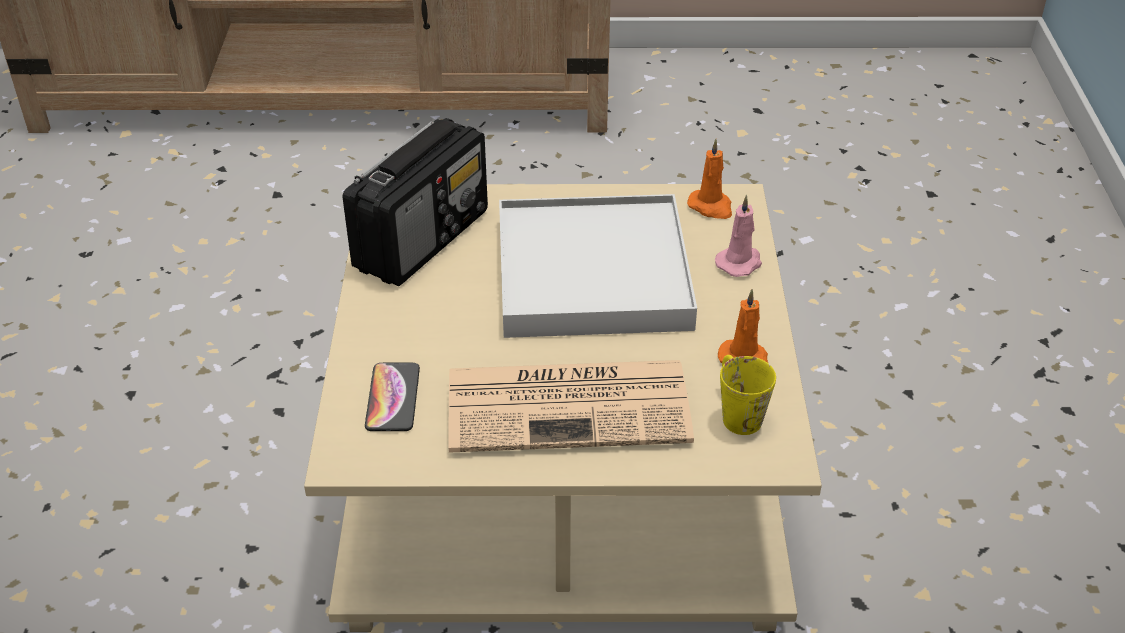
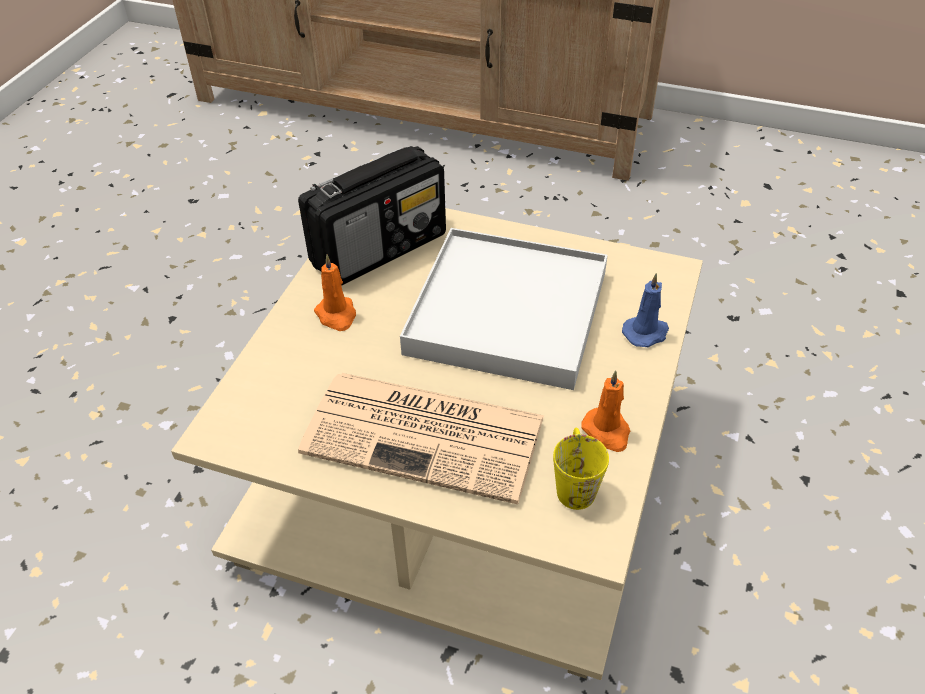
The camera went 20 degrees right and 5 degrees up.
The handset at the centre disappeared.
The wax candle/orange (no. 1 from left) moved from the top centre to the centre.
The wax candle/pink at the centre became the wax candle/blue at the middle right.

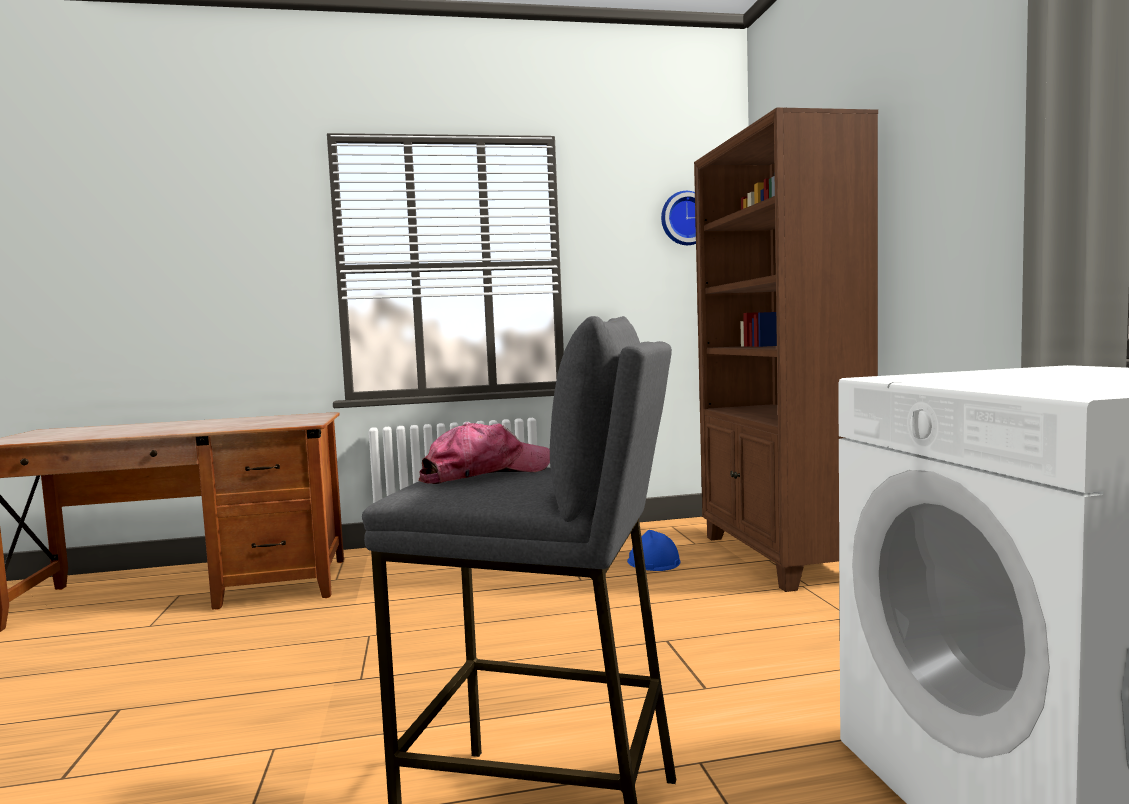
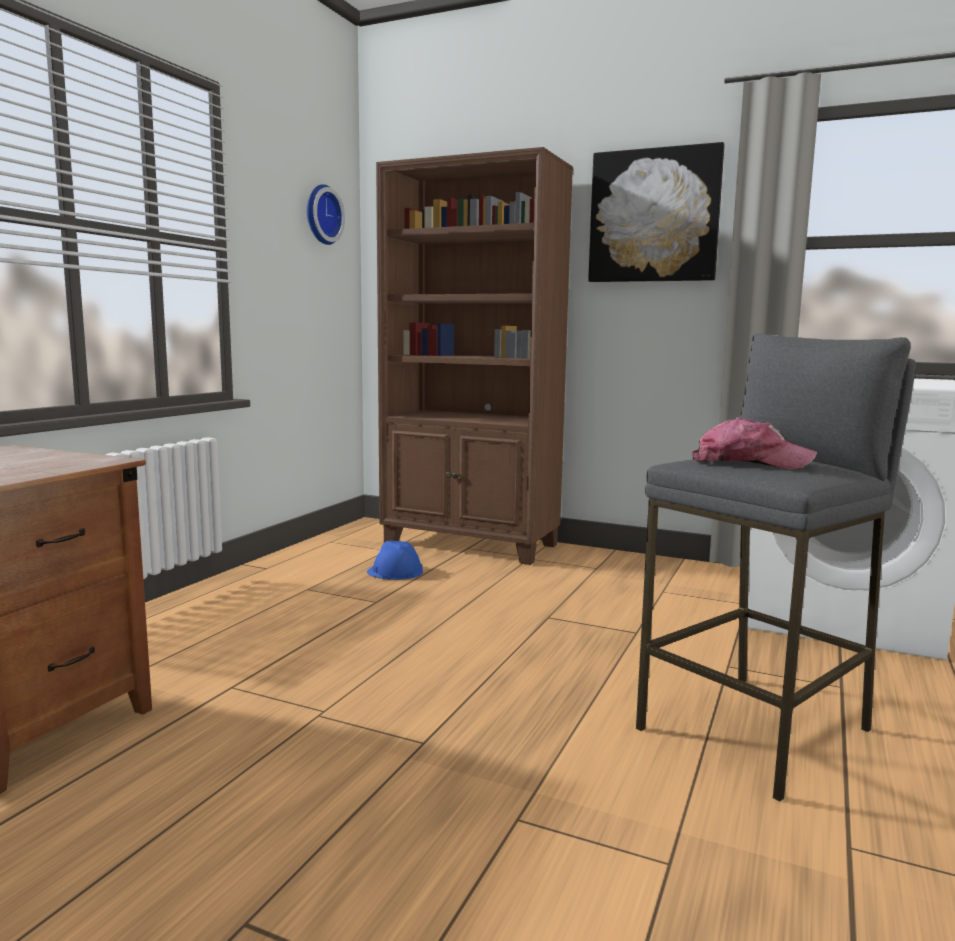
The camera went 55 degrees left and 5 degrees up.
The picture at the top right appeared.
The baseball cap at the centre turned 105 degrees clockwise.

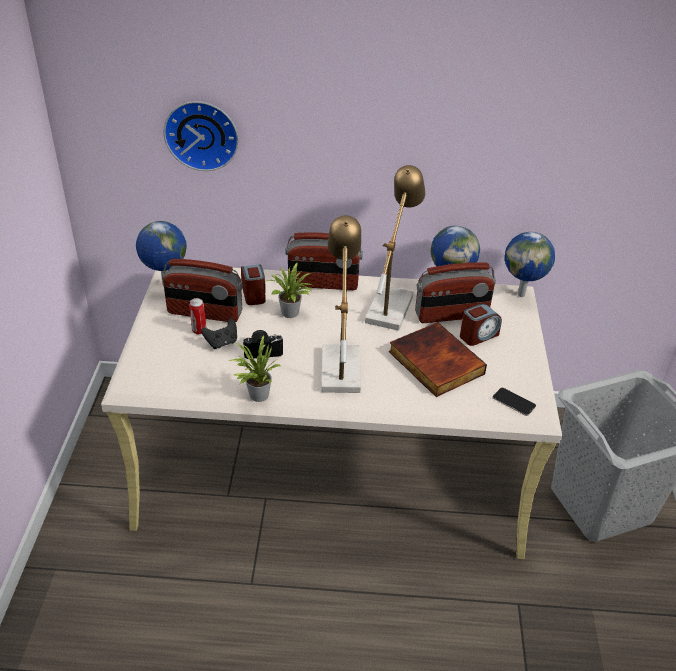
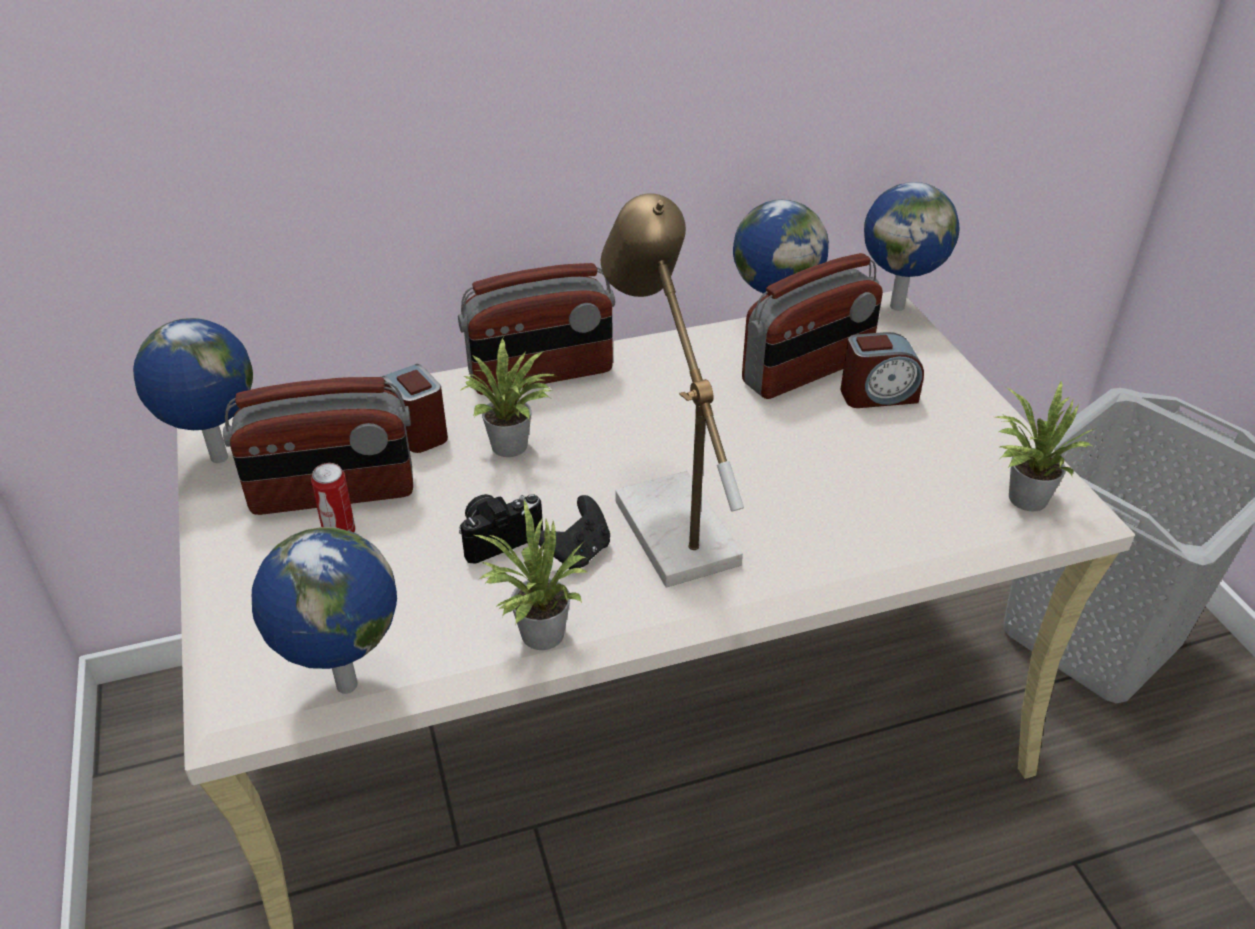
The camera went 20 degrees left and 0 degrees up.
The wall clock at the top left disappeared.
The lamp for a table (no. 2 from left) at the centre disappeared.
The bound book at the centre disappeared.
The world globe (no. 2 from left) at the middle left appeared.
The joypad/blackish moved from the middle left to the centre.
The handset at the middle right was replaced by the plant in a pot (no. 3 from left) at the middle right.
The alarm clock (no. 2 from left) at the middle right turned 45 degrees clockwise.

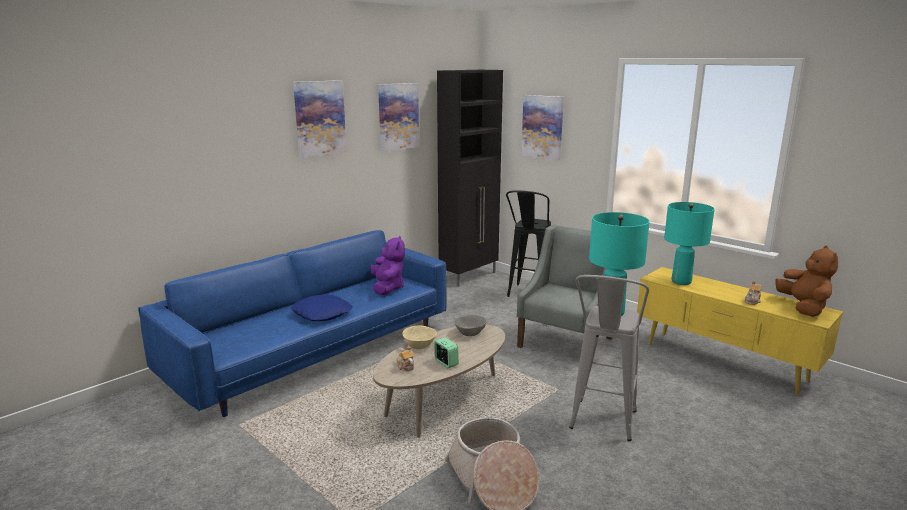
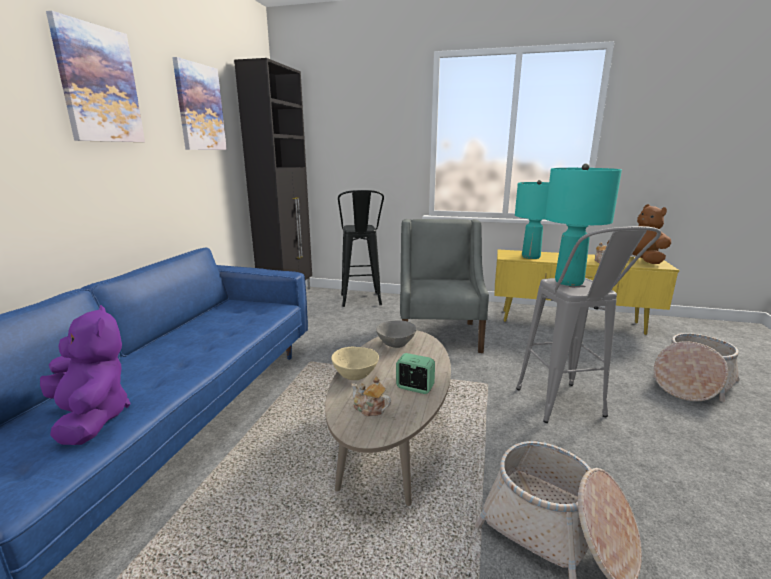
The camera went 30 degrees left and 0 degrees up.
The throw pillow/blue at the centre disappeared.
The picture (no. 3 from left) at the top centre disappeared.
The basket (no. 2 from left) at the middle right appeared.
The cuddly toy/purplish moved from the centre to the middle left.

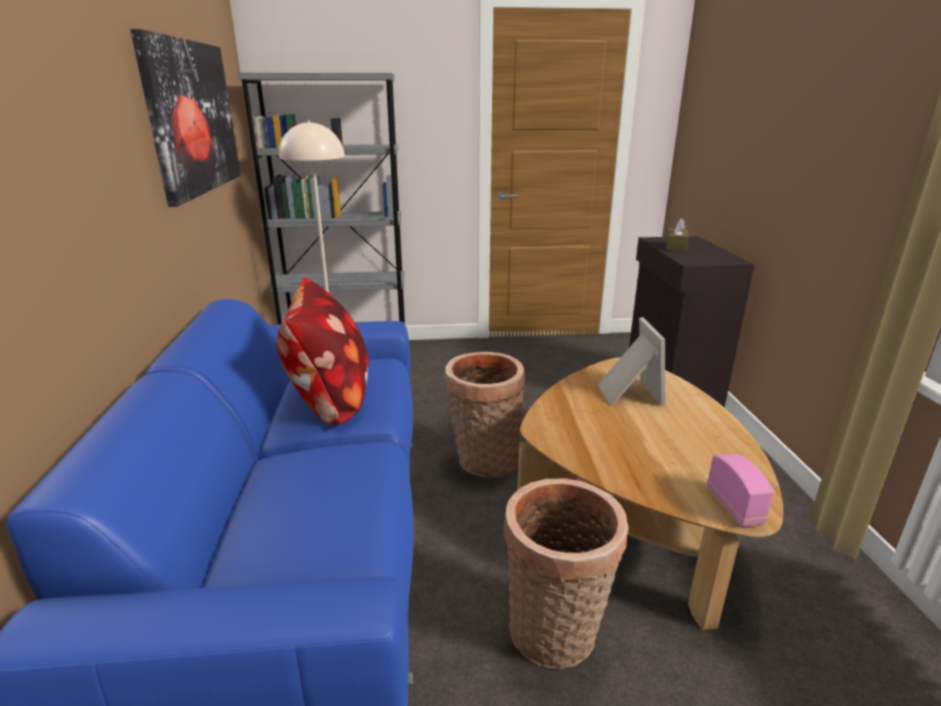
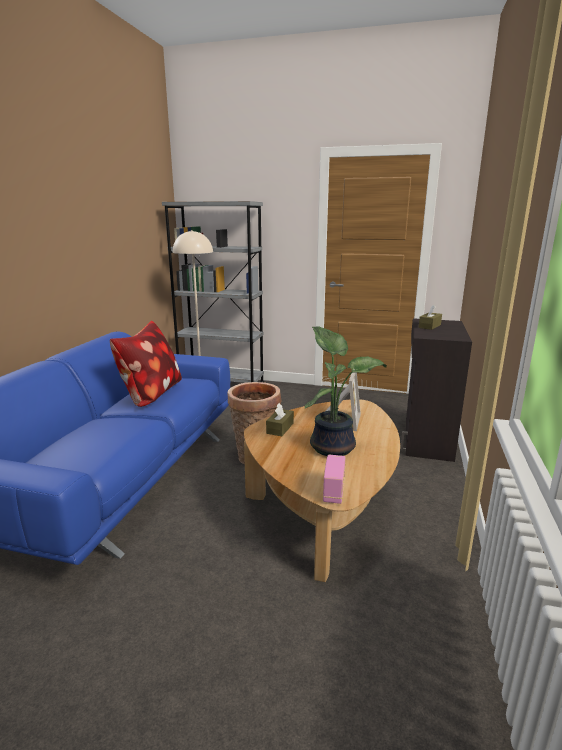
The camera went 20 degrees right and 5 degrees down.
The picture at the top left disappeared.
The basket (no. 2 from left) at the bottom centre disappeared.
The tissue box/brownish (no. 1 from left) at the centre appeared.
The plant in a pot at the centre appeared.

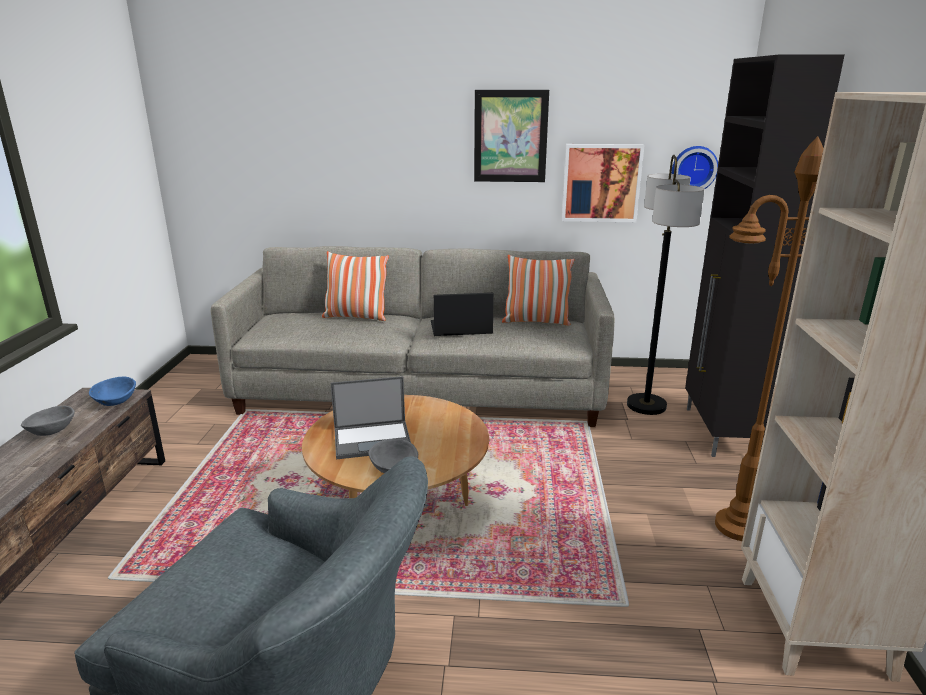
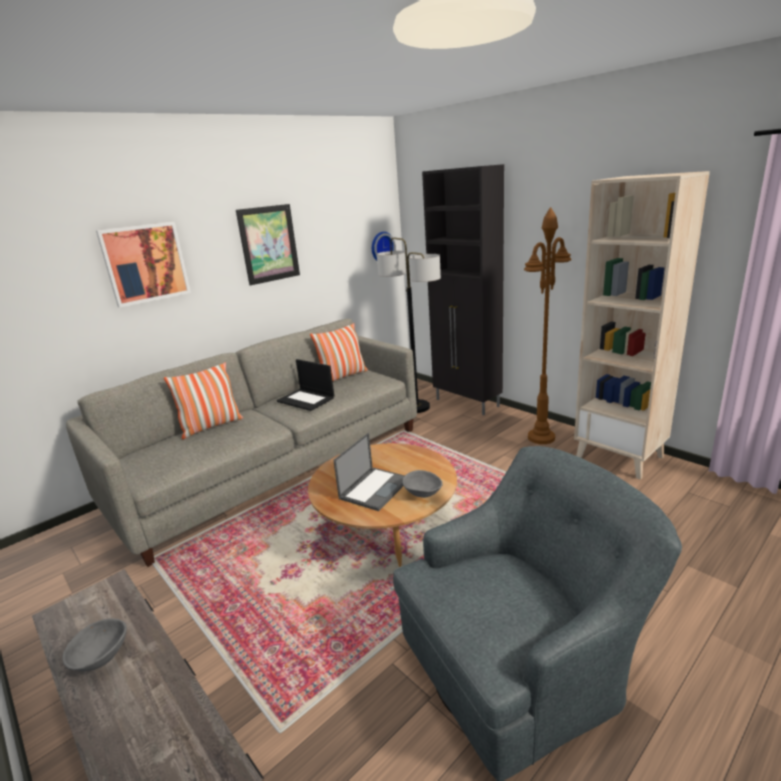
The camera went 45 degrees left and 0 degrees up.
The deep dish/blue at the middle left disappeared.
The picture (no. 2 from left in the first image) moved from the top centre to the middle left.
The notebook computer (no. 2 from left in the first image) at the centre turned 90 degrees counterclockwise.

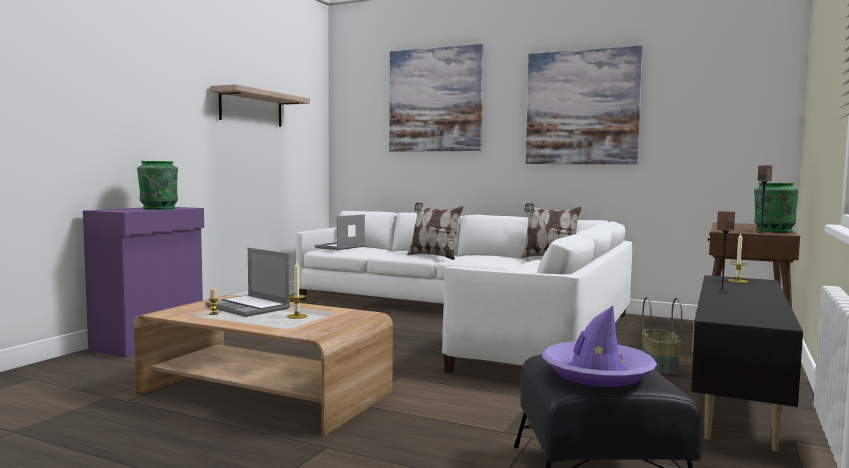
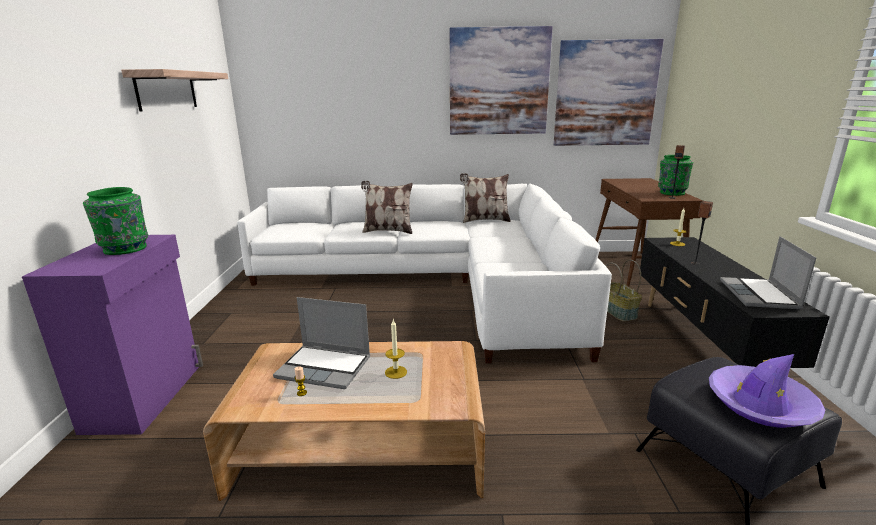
The camera went 25 degrees left and 15 degrees up.
The notebook computer (no. 2 from left) moved from the centre to the middle right.
The picture (no. 1 from left in the first image) moved from the top centre to the top right.

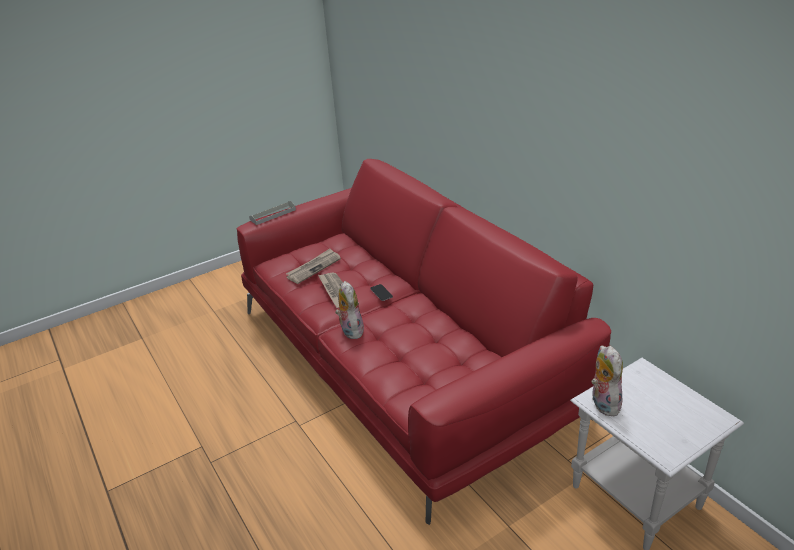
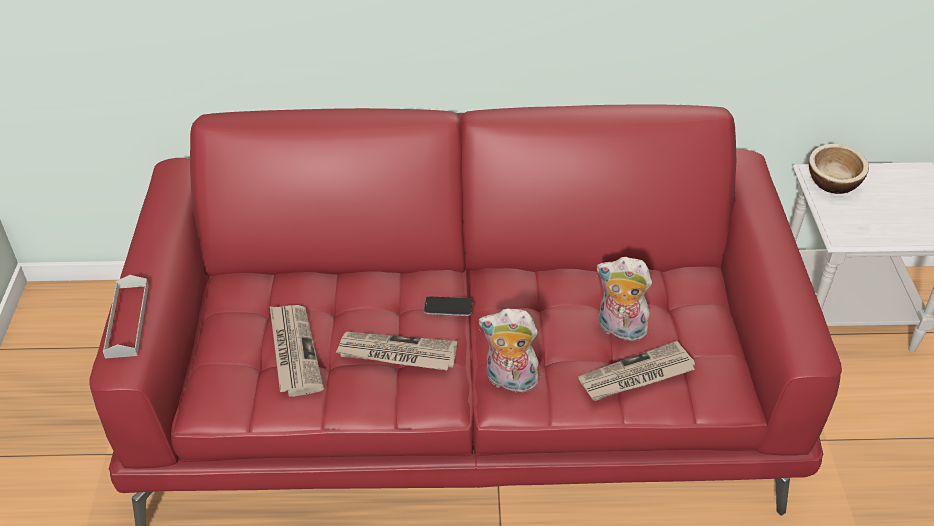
The camera went 60 degrees left and 10 degrees up.
The daily paper (no. 3 from left) at the bottom right appeared.
The deep dish at the top right appeared.
The cuddly toy (no. 2 from left) moved from the bottom right to the middle right.

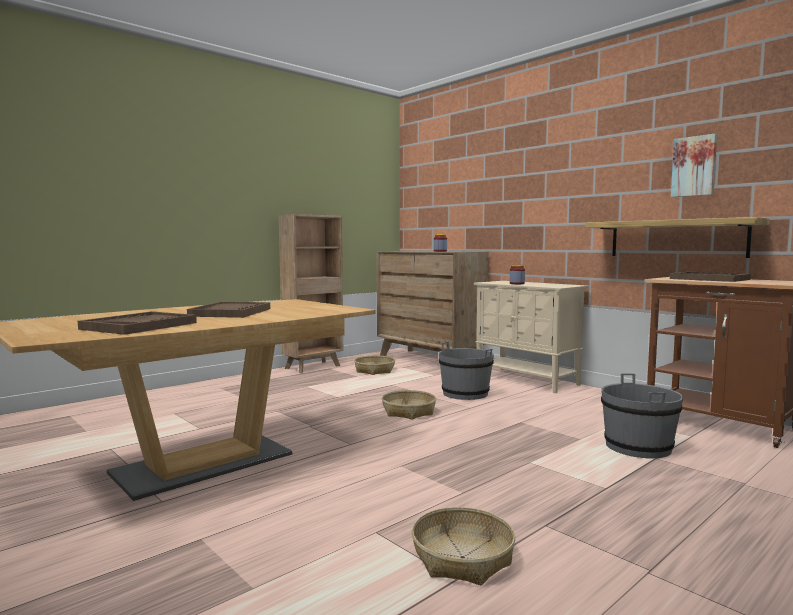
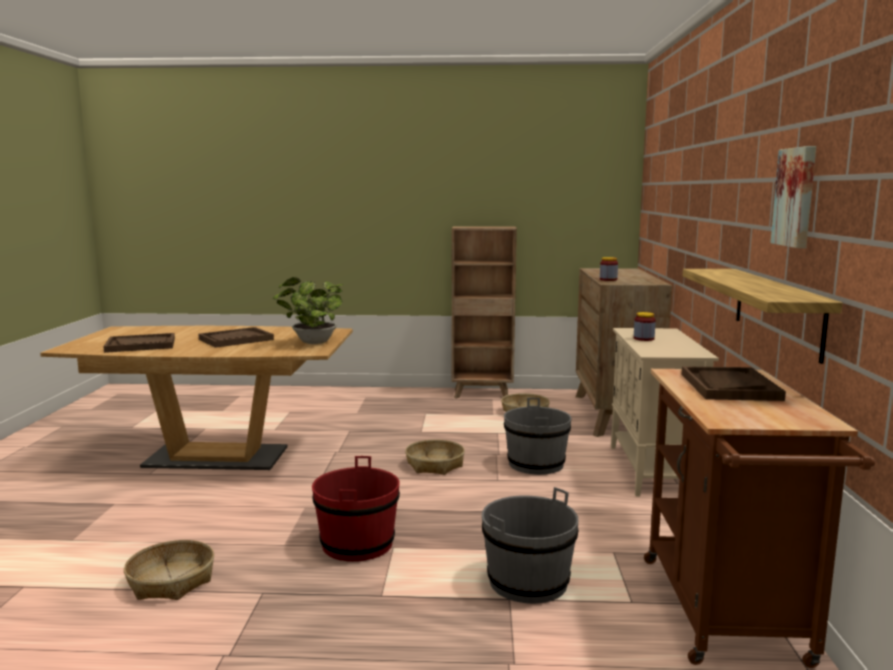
The camera went 45 degrees right and 5 degrees up.
The plant in a pot at the centre appeared.
The water bucket/red-coloured at the bottom centre appeared.

